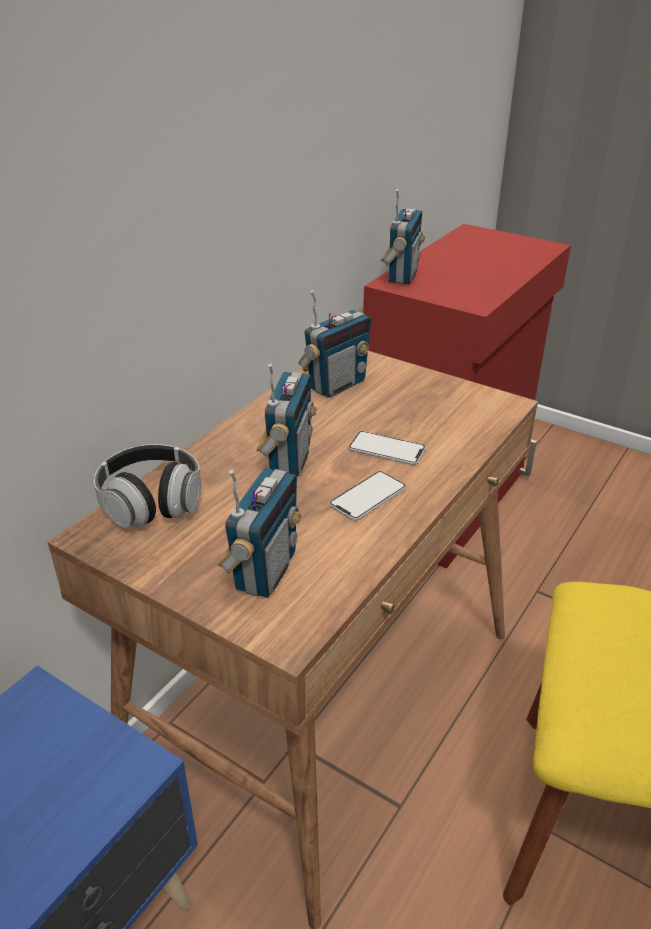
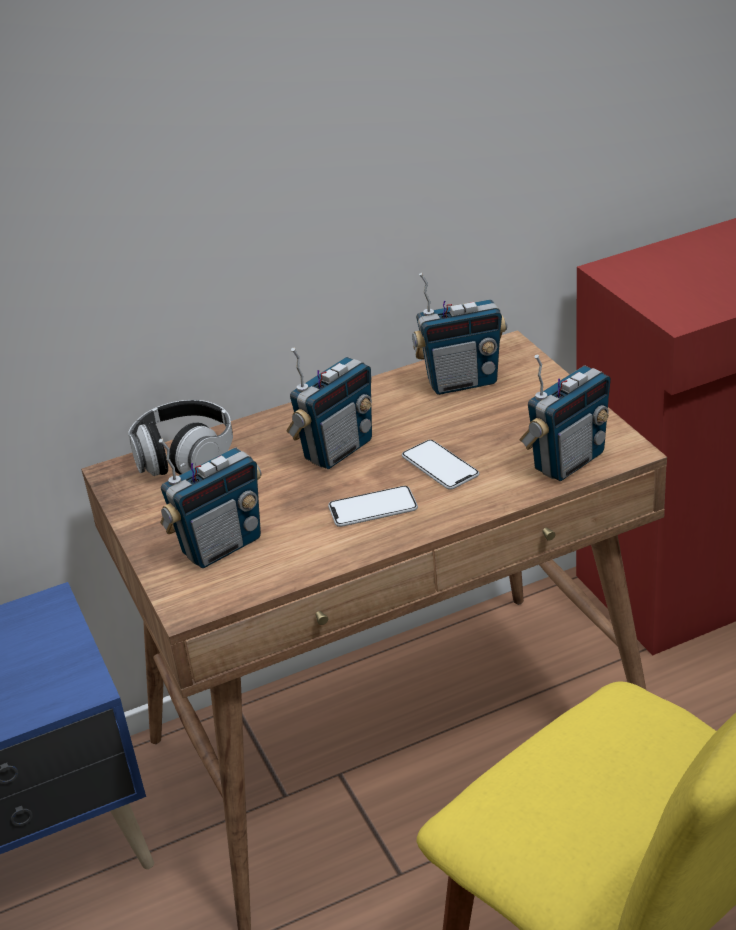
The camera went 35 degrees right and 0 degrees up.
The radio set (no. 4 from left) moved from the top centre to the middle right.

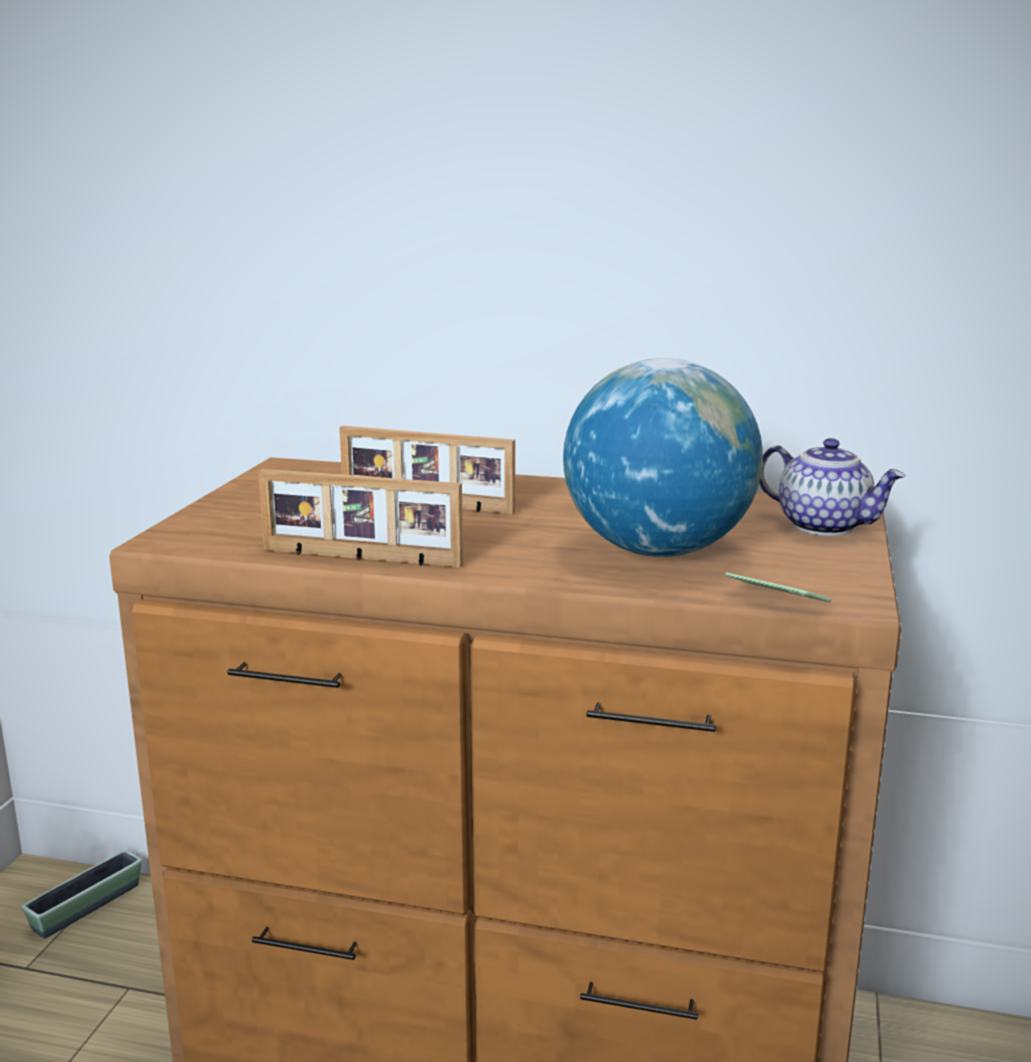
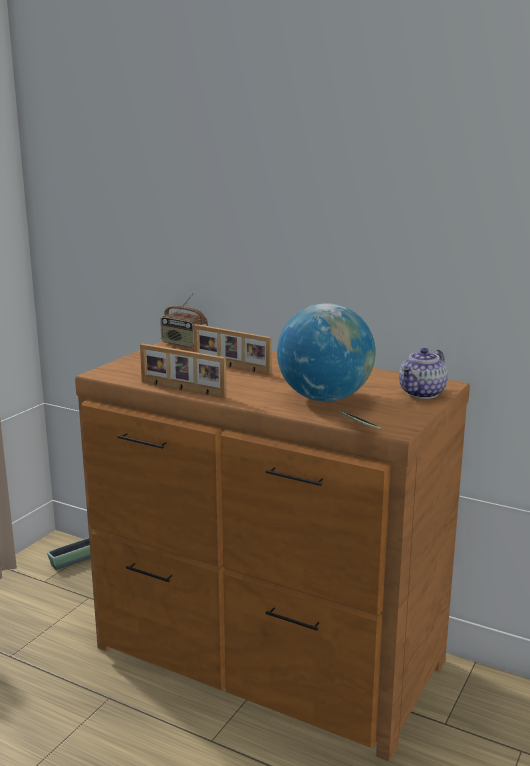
The camera went 15 degrees right and 0 degrees up.
The radio set at the centre appeared.
The tea pot at the middle right turned 75 degrees clockwise.

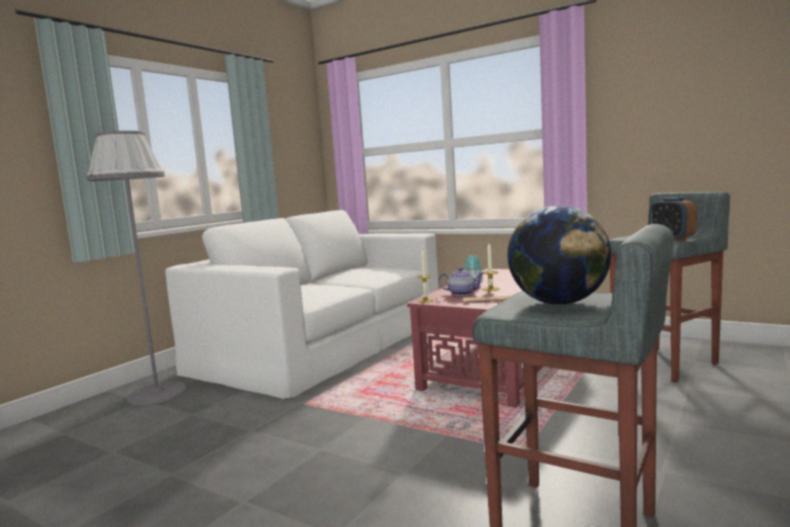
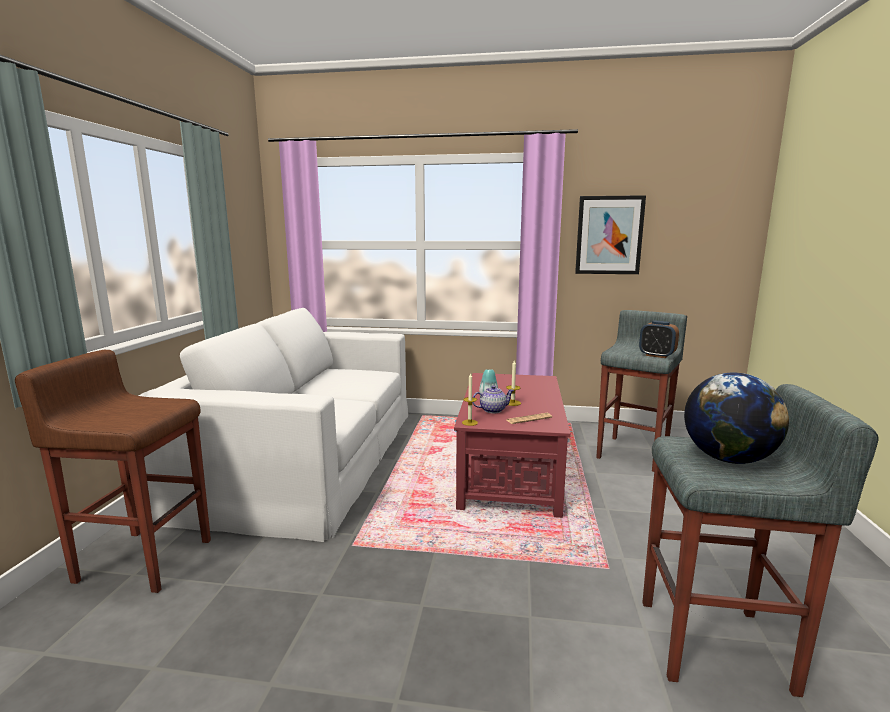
The camera went 25 degrees left and 5 degrees up.
The picture at the top right appeared.
The standing lamp/grey at the middle left was replaced by the stool/brownish at the middle left.

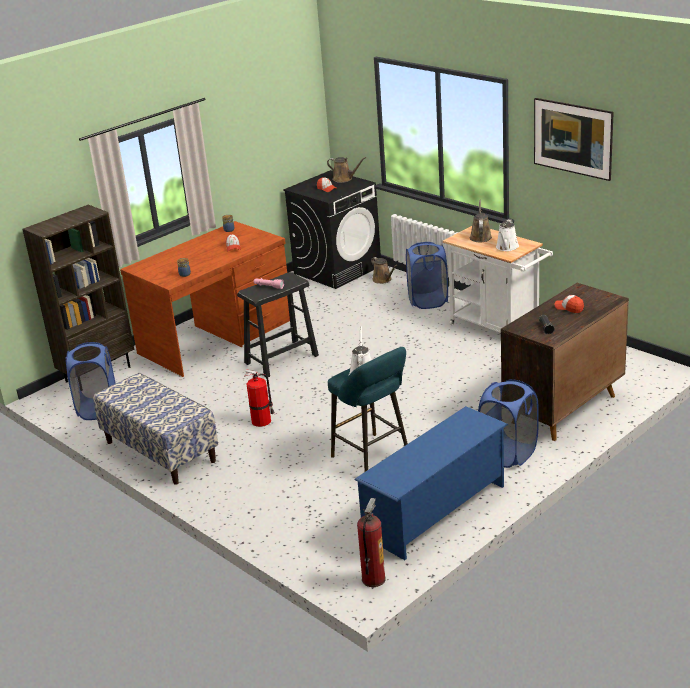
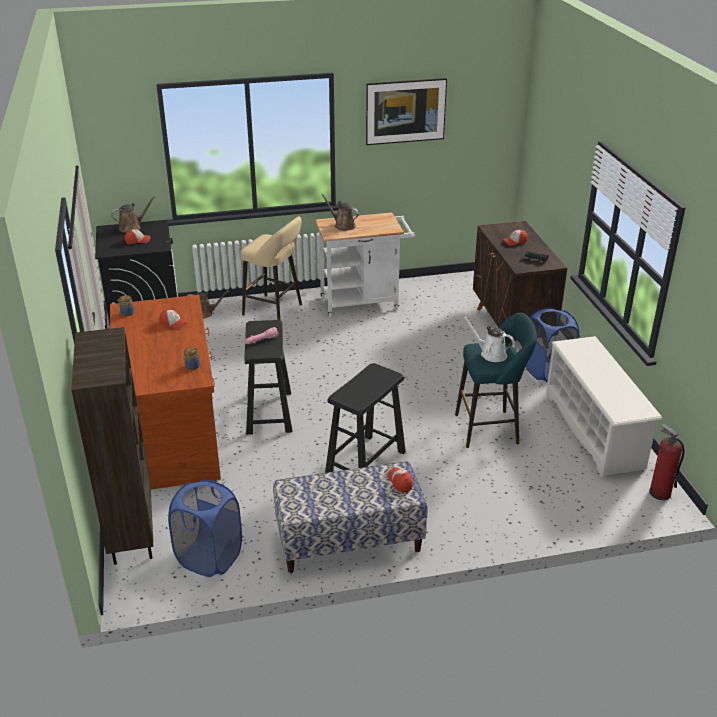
The camera went 60 degrees left and 5 degrees up.
The sprinkling can/white (no. 2 from left) at the middle right disappeared.
The baseball cap (no. 3 from left) at the bottom centre appeared.
The fire extinguisher (no. 1 from left) at the centre was replaced by the stool/blackish (no. 2 from left) at the centre.
The laundry basket/blue (no. 2 from left) at the centre was replaced by the stool/beige at the centre.
The shoe shelf/blue at the bottom centre became the shoe shelf/white at the middle right.

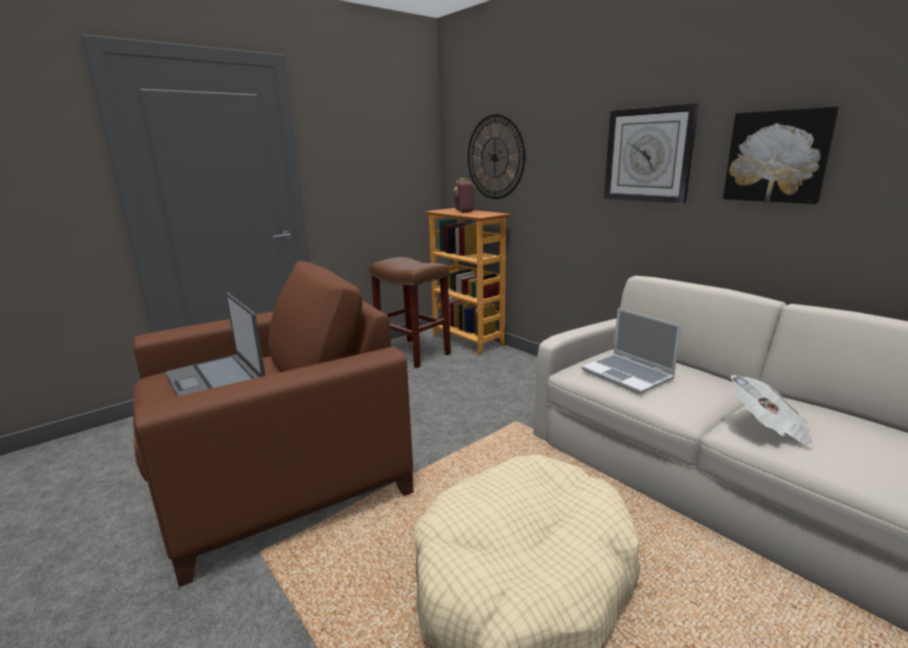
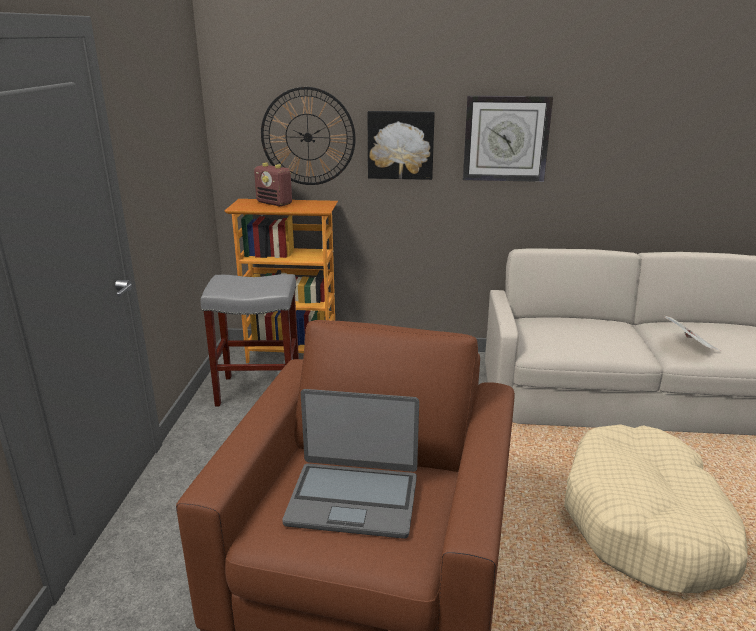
The camera went 45 degrees left and 5 degrees up.
The notebook computer (no. 2 from left) at the middle right disappeared.
The picture moved from the top right to the top centre.
The stool/brownish at the centre became the stool/grey at the middle left.

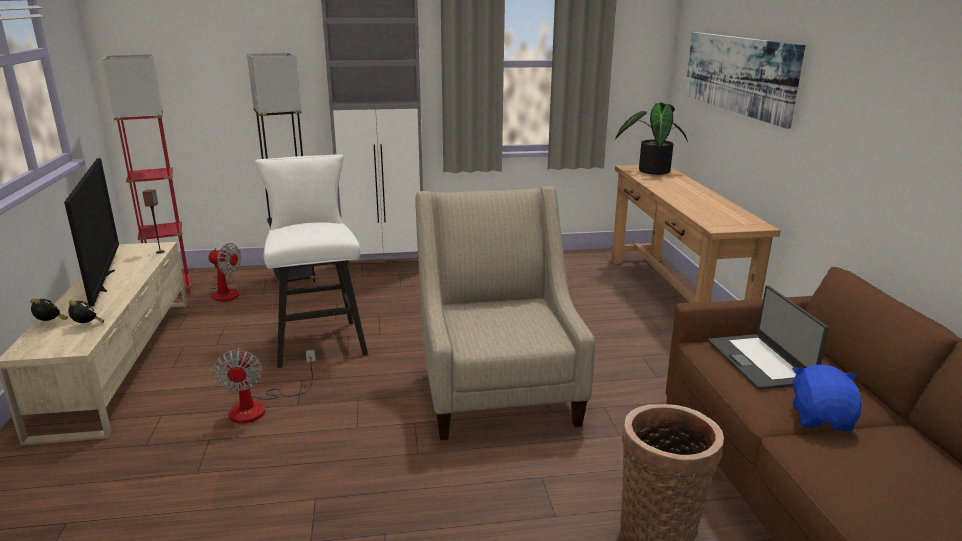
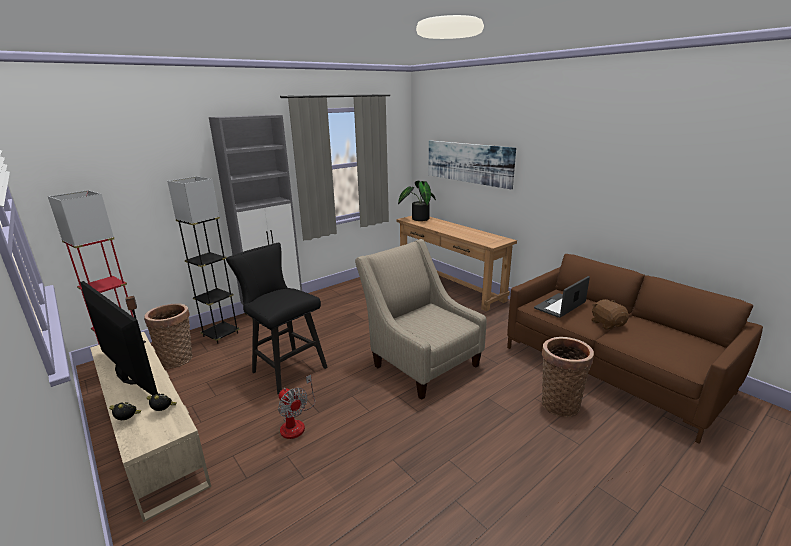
The camera went 30 degrees left and 0 degrees up.
The cooling fan (no. 1 from left) at the middle left was replaced by the basket (no. 1 from left) at the middle left.
The stool/white at the middle left became the stool/blackish at the centre.
The cuddly toy/blue at the bottom right became the cuddly toy/brownish at the middle right.
The notebook computer at the middle right turned 90 degrees clockwise.

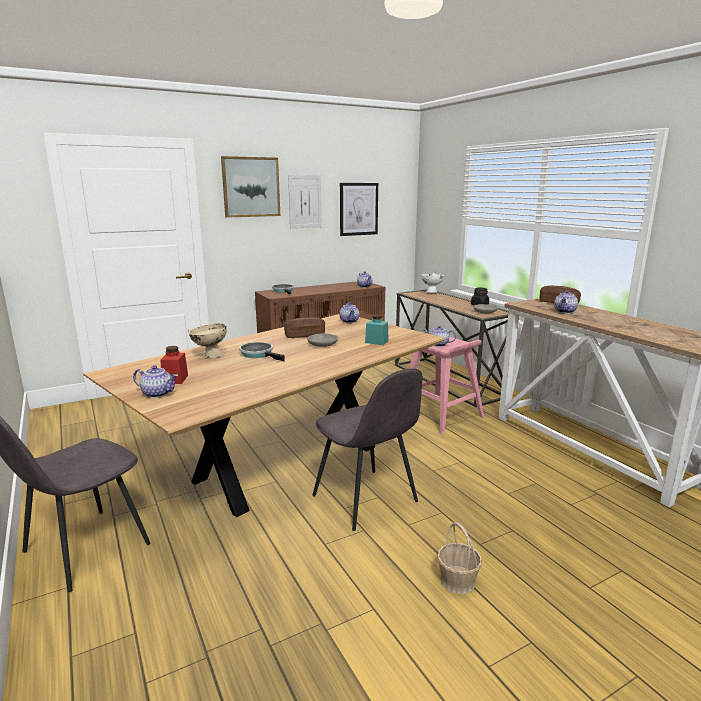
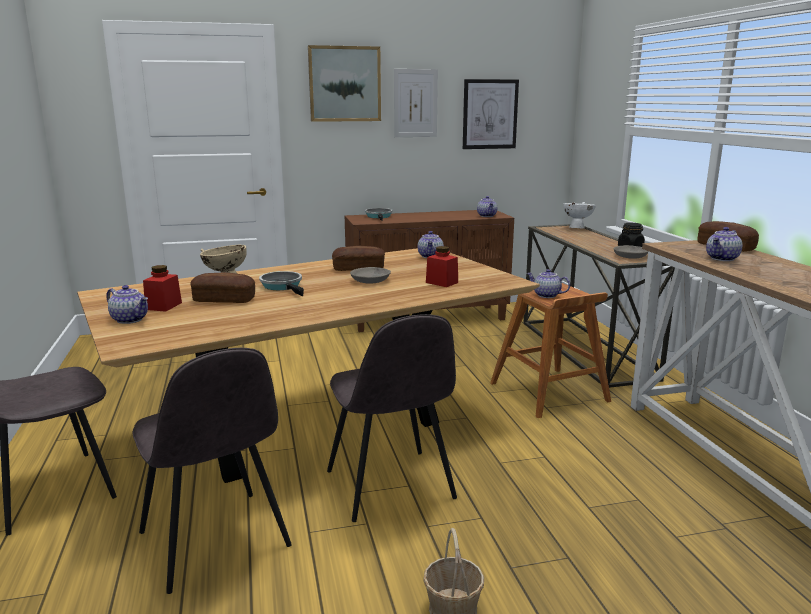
The camera went 15 degrees right and 0 degrees up.
The plain chair/grey (no. 2 from left) at the bottom left appeared.
The bread (no. 1 from left) at the middle left appeared.
The storage jar/turquoise at the centre became the storage jar/red-coloured (no. 2 from left) at the centre.
The stool/pink at the centre became the stool/brownish at the middle right.

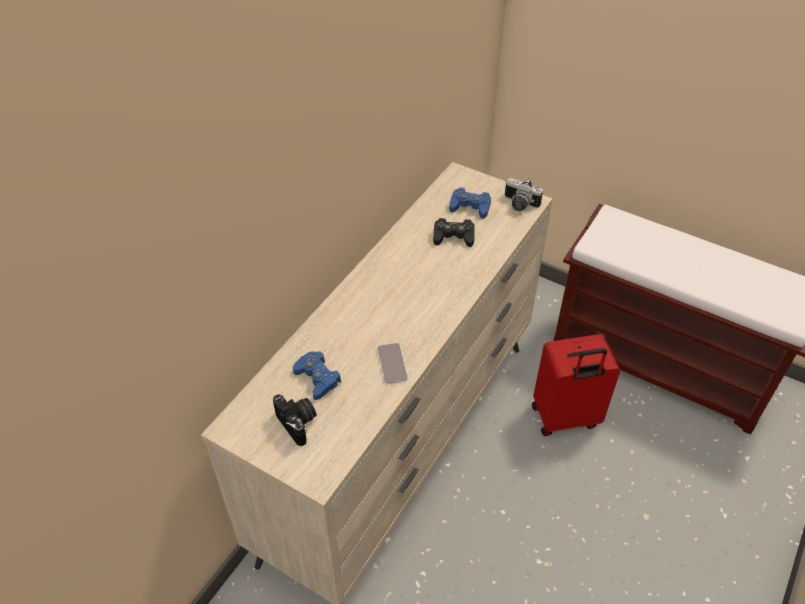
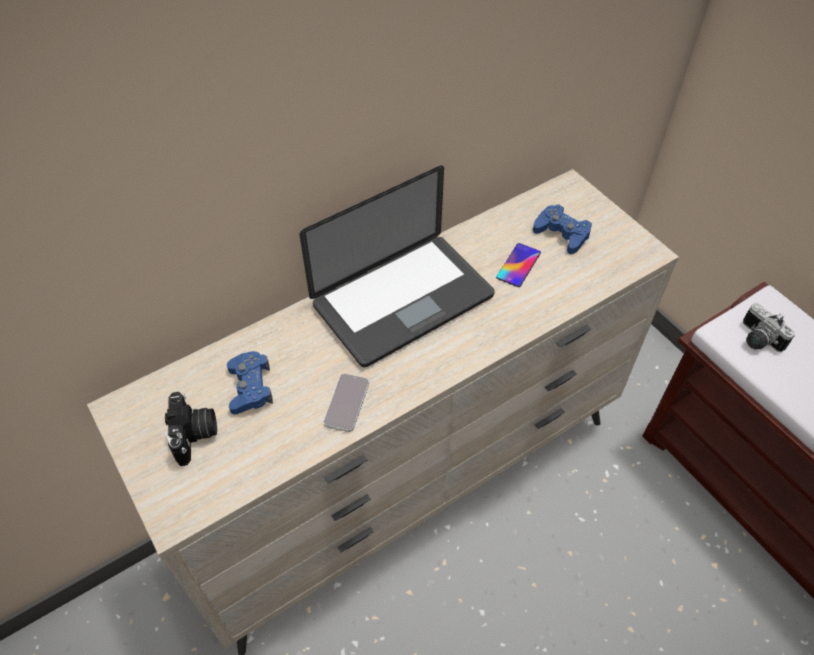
The camera went 25 degrees right and 5 degrees up.
The piece of luggage/red-coloured at the middle right disappeared.
The notebook computer at the centre appeared.
The photo camera (no. 2 from left) moved from the top centre to the middle right.
The joypad/blackish at the centre was replaced by the handset (no. 2 from left) at the centre.

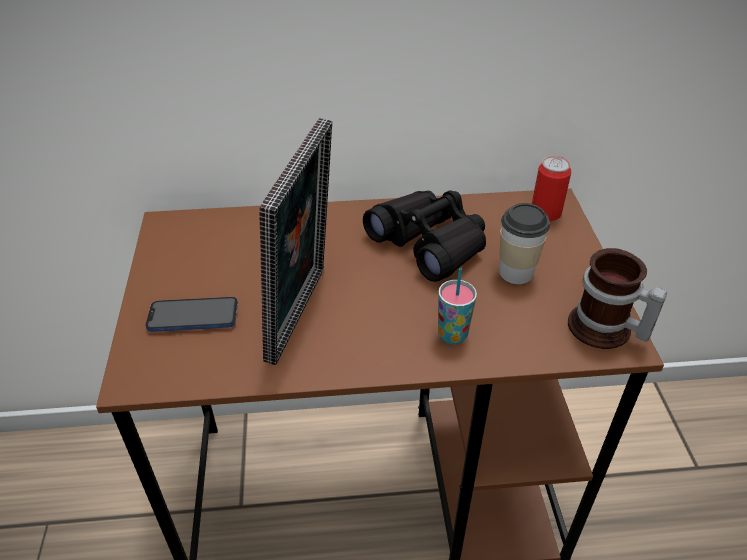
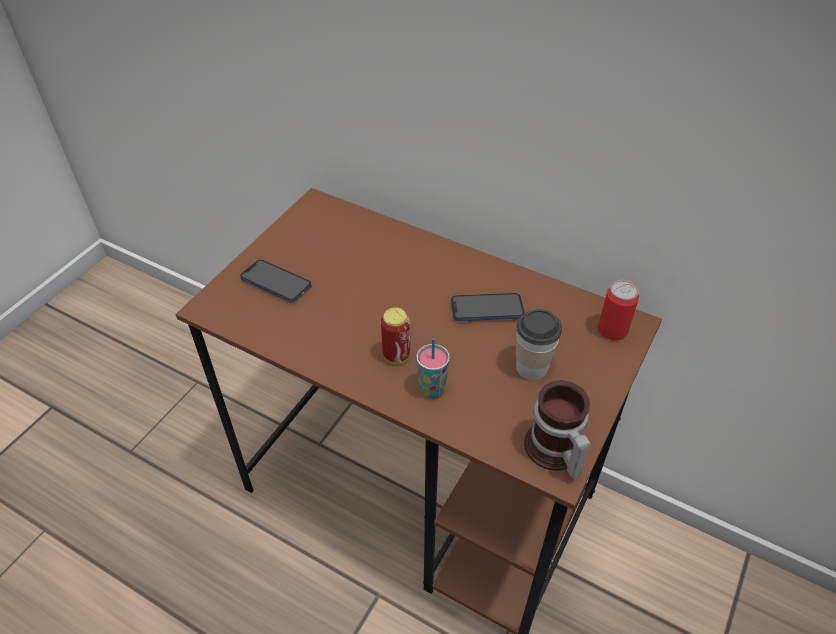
The camera went 35 degrees right and 5 degrees up.
The photo frame at the centre disappeared.
The metal can (no. 1 from left) at the centre appeared.
The pair of binoculars/blackish at the centre was replaced by the handset (no. 2 from left) at the centre.

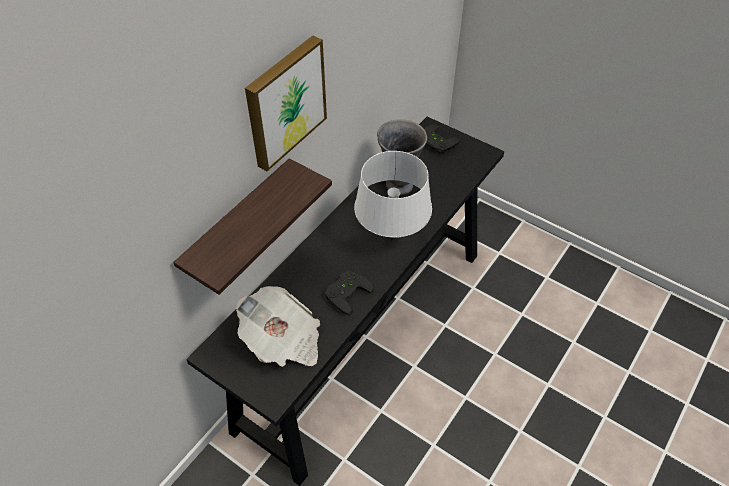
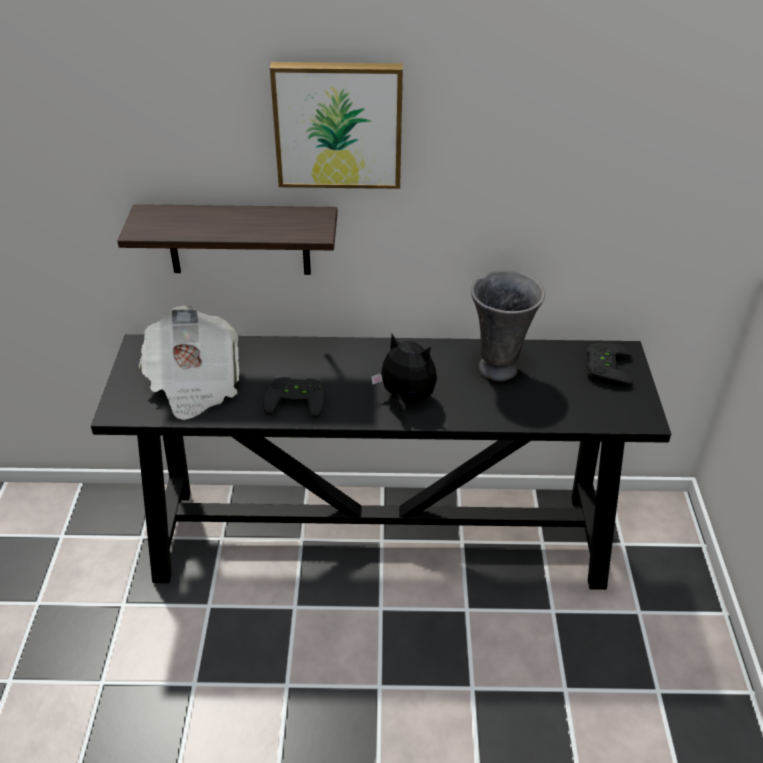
The camera went 55 degrees right and 10 degrees down.
The lamp for a table/white at the centre was replaced by the cuddly toy at the centre.

